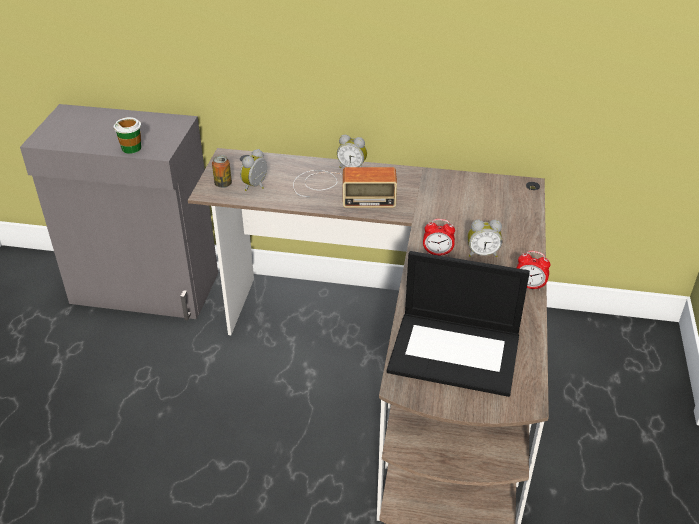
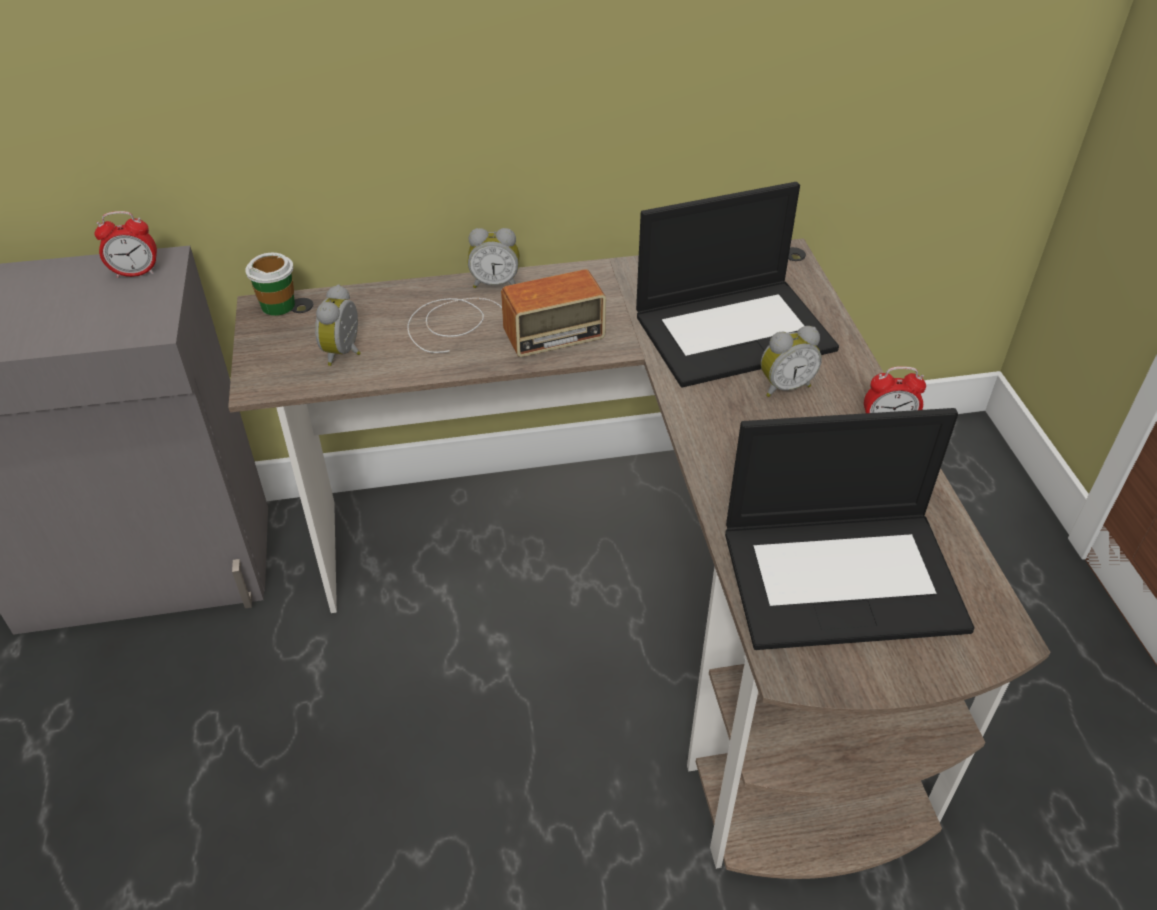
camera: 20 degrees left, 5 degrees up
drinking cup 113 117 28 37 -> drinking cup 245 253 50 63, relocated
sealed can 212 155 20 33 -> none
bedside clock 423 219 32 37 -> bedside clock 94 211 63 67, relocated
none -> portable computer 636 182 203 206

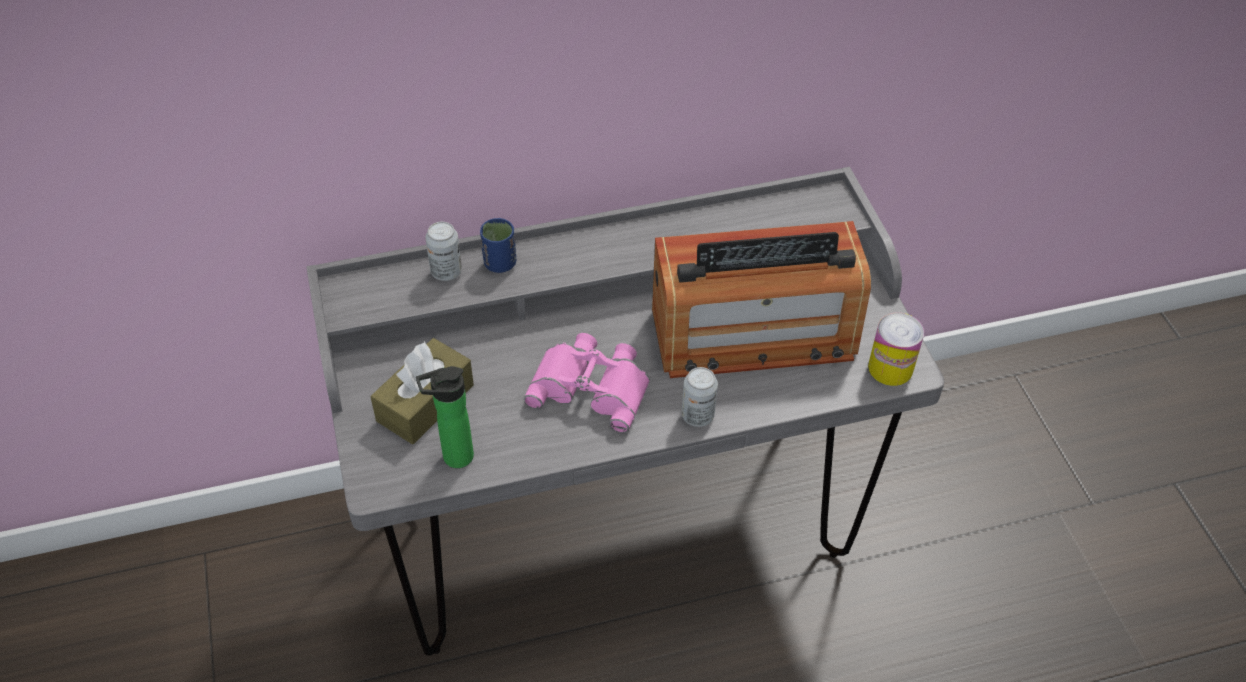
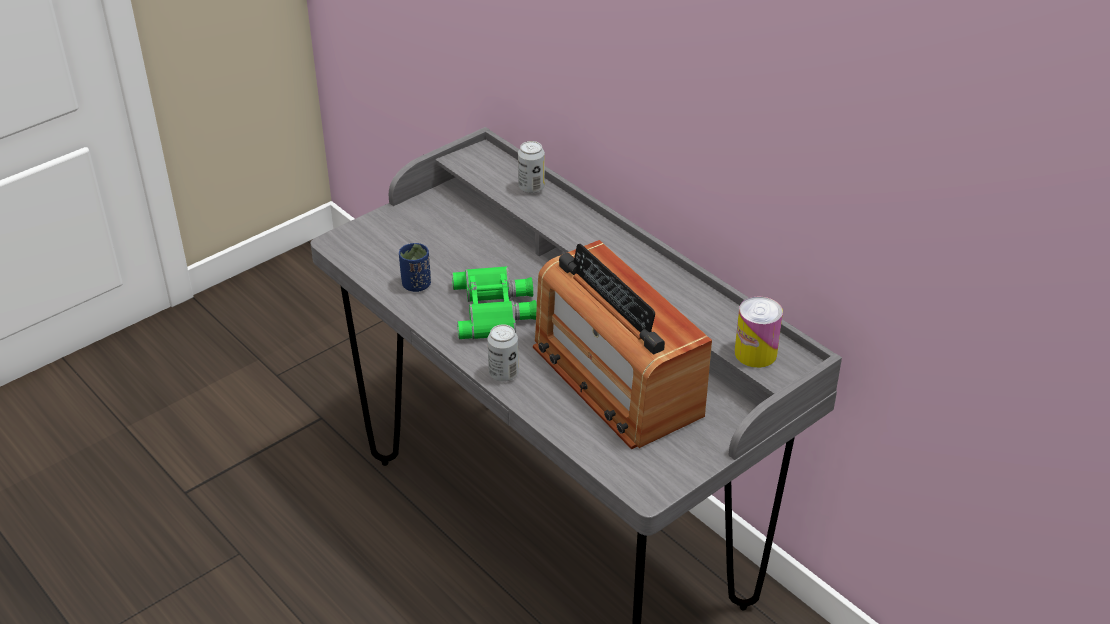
camera: 65 degrees right, 10 degrees down
blue-coloured drinking cup 480 218 36 55 -> blue-coloured drinking cup 399 243 32 49, relocated
sealed can 868 313 56 73 -> sealed can 735 297 48 71, relocated
pink pair of binoculars 524 333 126 100 -> green-coloured pair of binoculars 452 266 85 73
brownish tissue box 370 338 104 106 -> none
drink bottle 416 366 58 102 -> none

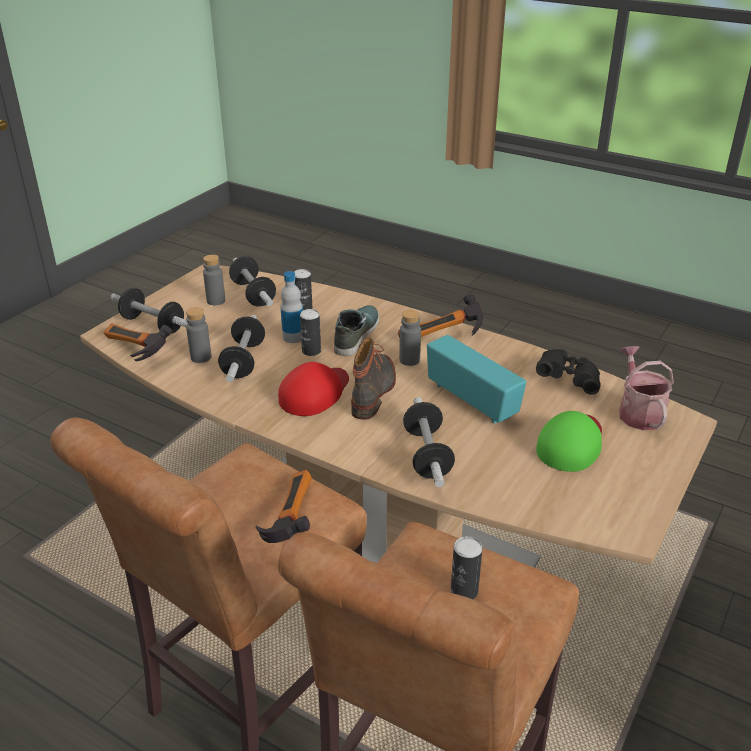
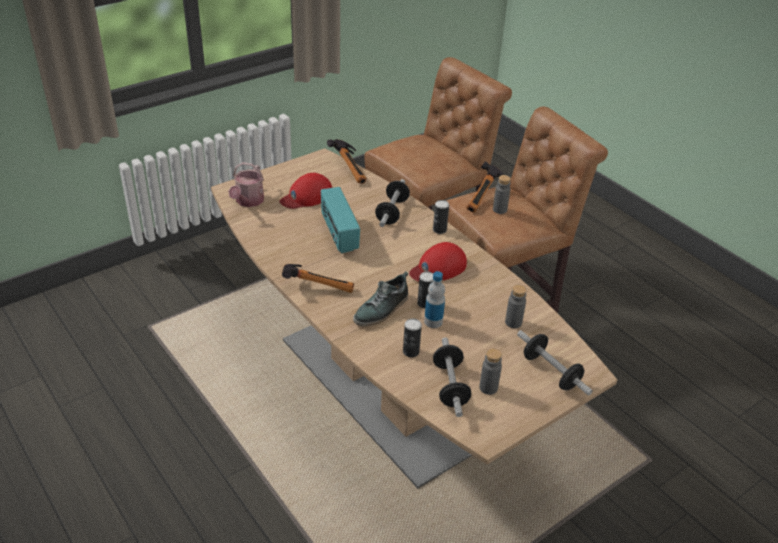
camera: 160 degrees left, 5 degrees up
gray drink bottle 399 310 22 56 -> gray drink bottle 493 175 18 39, relocated
dumbbell 218 315 47 67 -> none
hammer 104 323 68 38 -> hammer 327 139 40 45, relocated
tall boot 351 338 45 82 -> none
blackish pair of binoculars 536 349 65 46 -> none
green-coloured baseball cap 536 411 66 61 -> red-coloured baseball cap 279 173 53 36
sealed can 451 536 31 63 -> sealed can 433 200 16 34, relocated

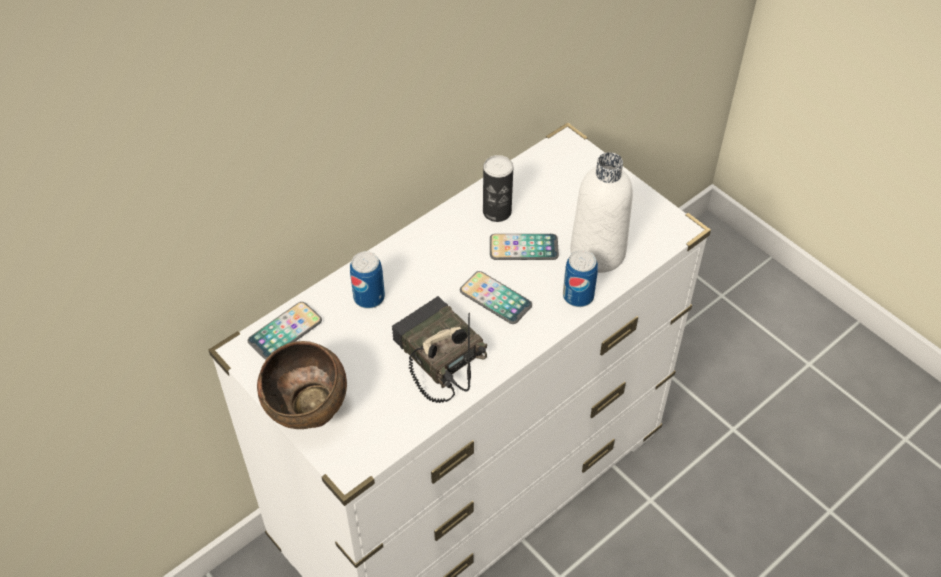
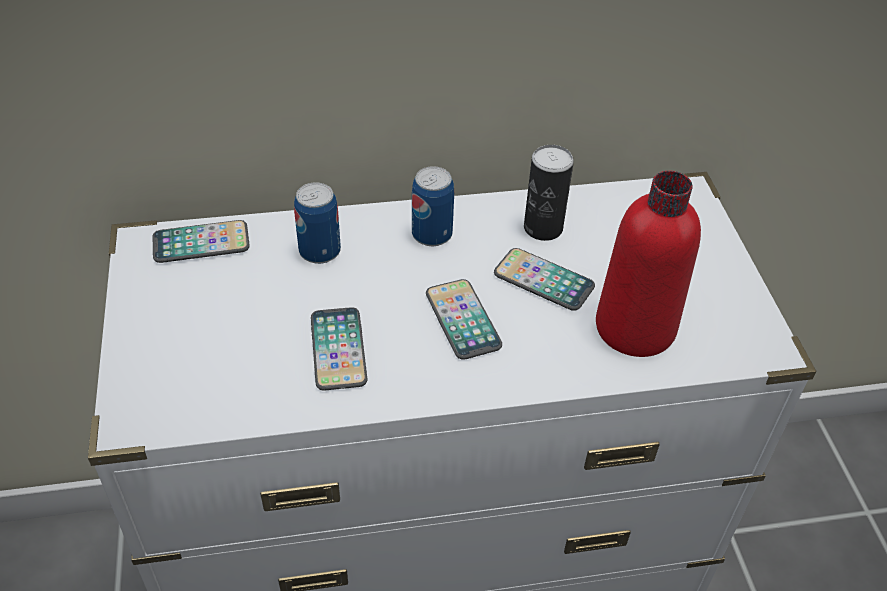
camera: 30 degrees right, 5 degrees down
white-coloured drink bottle 570 152 63 121 -> red-coloured drink bottle 596 171 105 186
sealed can 563 250 35 57 -> sealed can 412 166 42 80, relocated
radio receiver 392 296 95 107 -> telephone 311 307 56 83
brownish deep dish 257 341 90 88 -> none

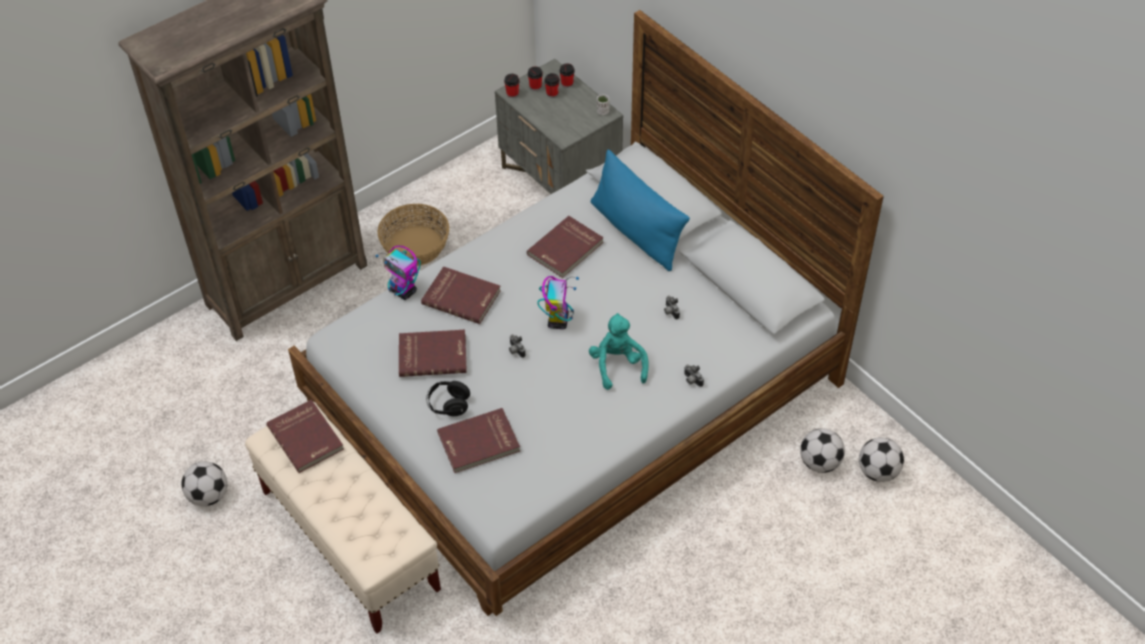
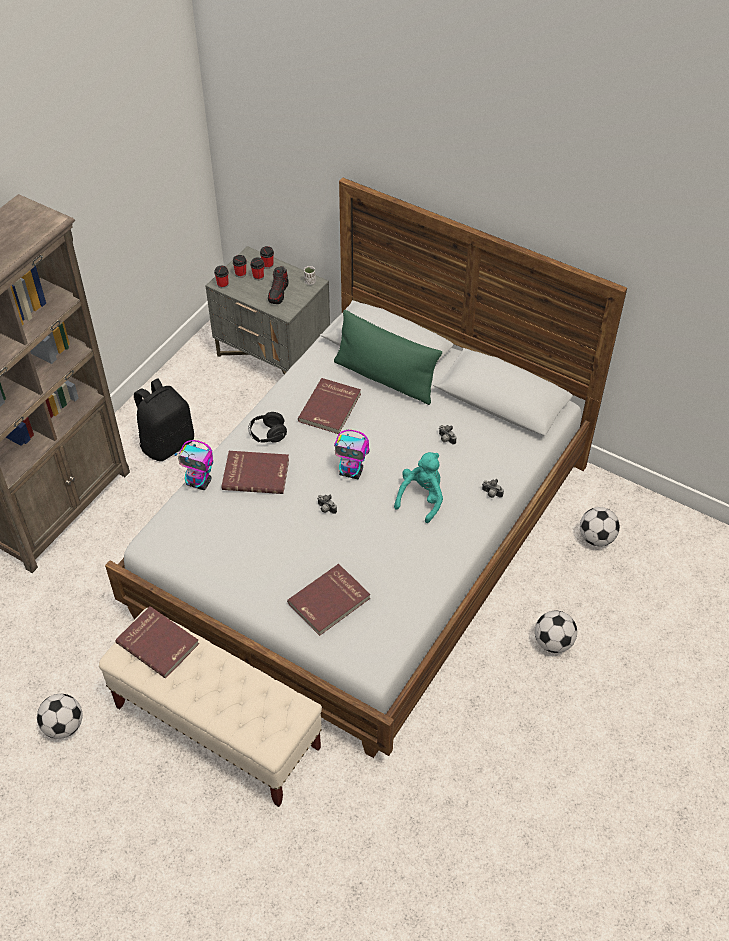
camera: 20 degrees left, 0 degrees up
blue-coloured throw pillow 591 150 99 121 -> green-coloured throw pillow 334 310 108 95
storage basket 378 204 71 62 -> blackish rucksack 134 378 60 83
robot figure 537 276 42 53 -> robot figure 334 430 36 49, 120 degrees clockwise
turquoise plush toy 589 313 60 77 -> turquoise plush toy 394 452 49 71, 60 degrees clockwise
red-coloured bound book 399 330 68 47 -> none
blackish headphones 426 381 44 35 -> blackish headphones 248 412 39 31, relocated
ball for football 859 437 45 45 -> ball for football 535 611 42 42, relocated
none -> item of footwear 268 266 21 38

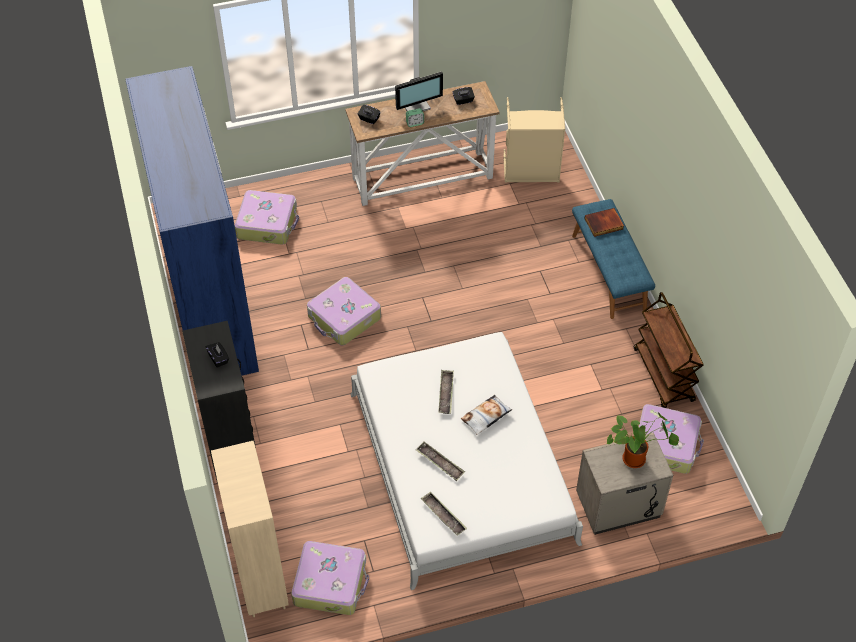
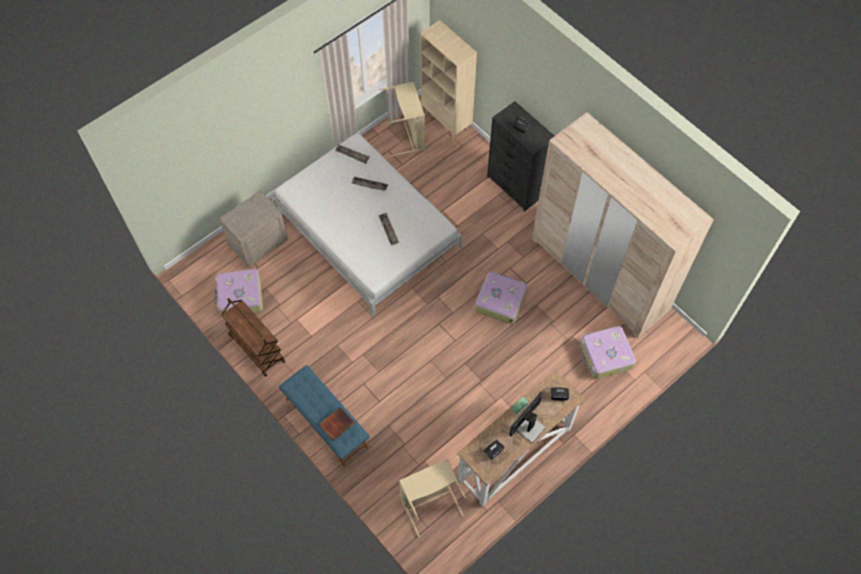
camera: 155 degrees right, 10 degrees up
blue-coloured armoire 126 66 133 310 -> beige-coloured armoire 532 112 182 226
throw pillow 461 395 51 40 -> none
potted plant 607 412 72 56 -> none
travel case 291 541 78 74 -> beige-coloured hamper 379 82 46 74

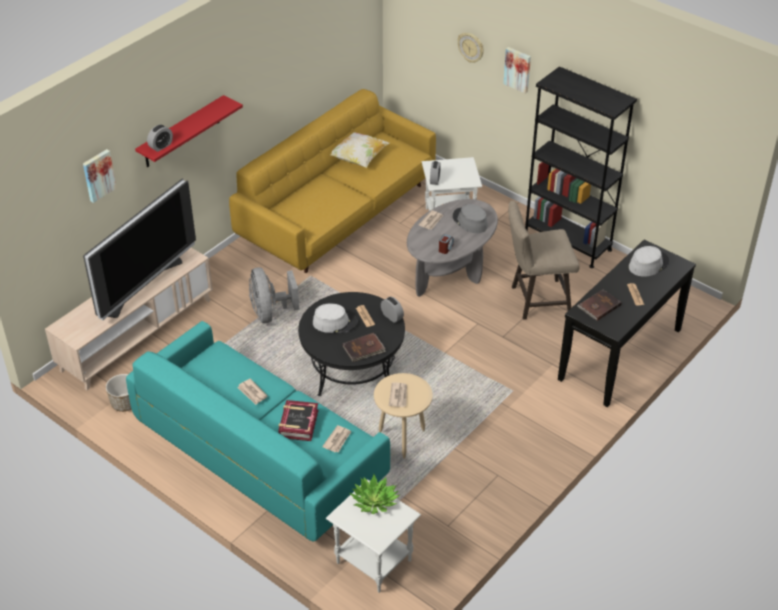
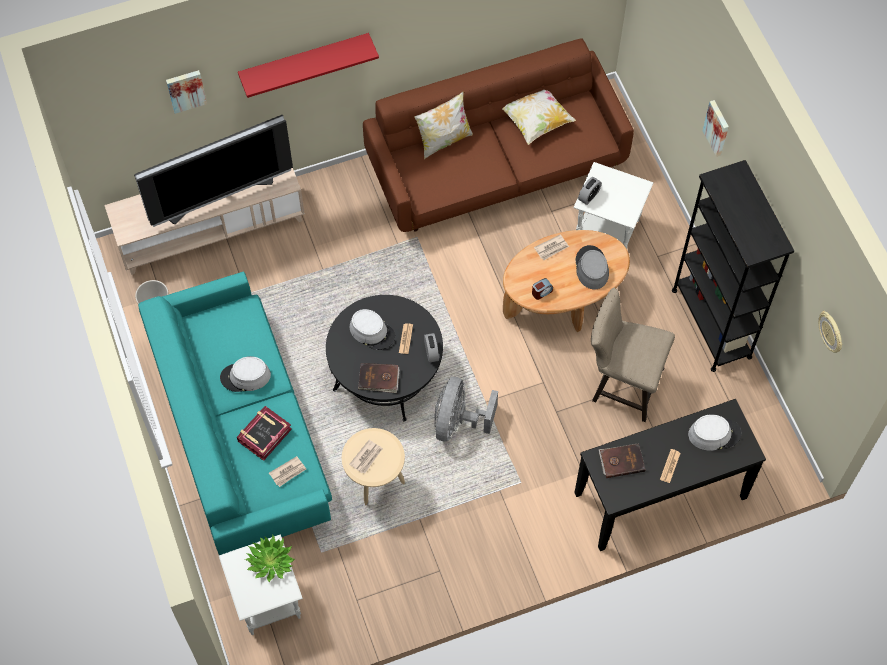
camera: 30 degrees right, 20 degrees up
wall clock 457 33 27 30 -> wall clock 818 311 24 42, relocated
yellowish settee 229 89 207 184 -> brownish settee 363 38 271 194
bedside clock 147 125 26 27 -> none
gray low table 407 199 91 98 -> brownish low table 503 230 127 102
gray fan 249 267 50 56 -> gray fan 435 377 63 65, relocated
newspaper 237 378 30 27 -> gray clothing hat 220 356 51 36
none -> throw pillow 414 92 59 67

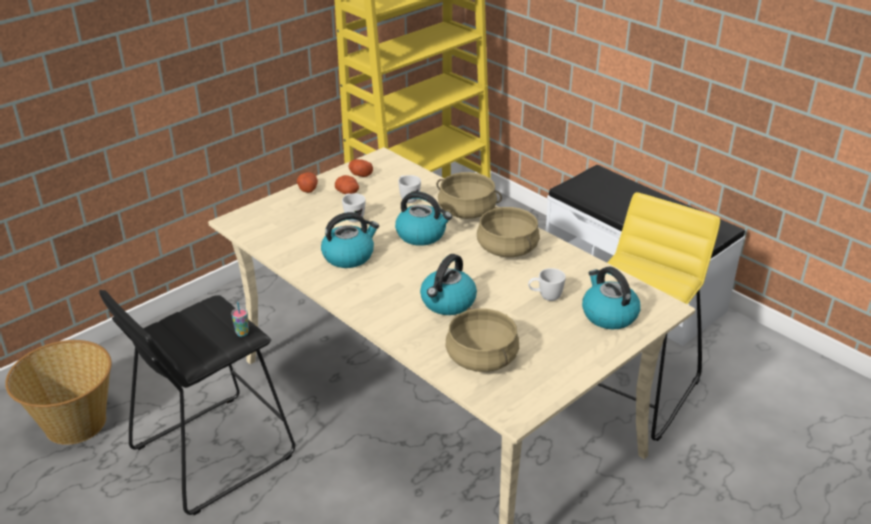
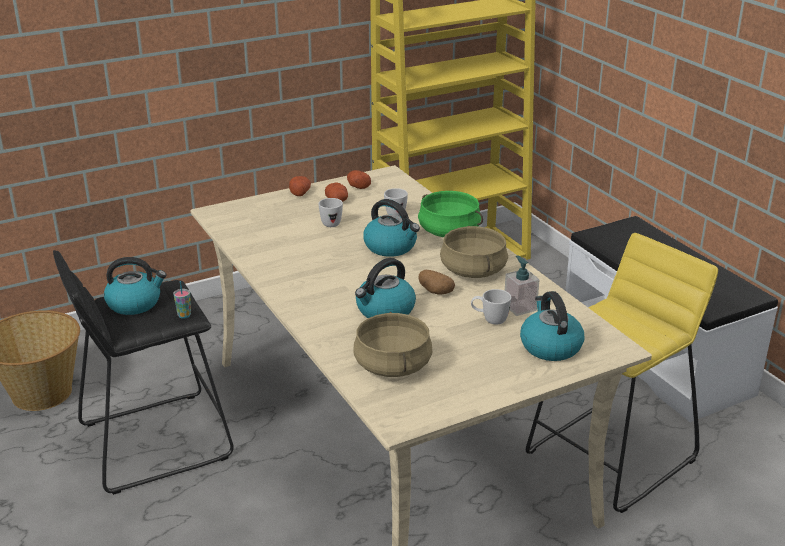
camera: 15 degrees right, 5 degrees down
beige-coloured cooking pot 436 172 66 47 -> green-coloured cooking pot 418 191 65 46
kettle 321 212 58 56 -> kettle 104 257 63 58, relocated
none -> soap dispenser 505 255 34 61
none -> spud 418 270 37 25

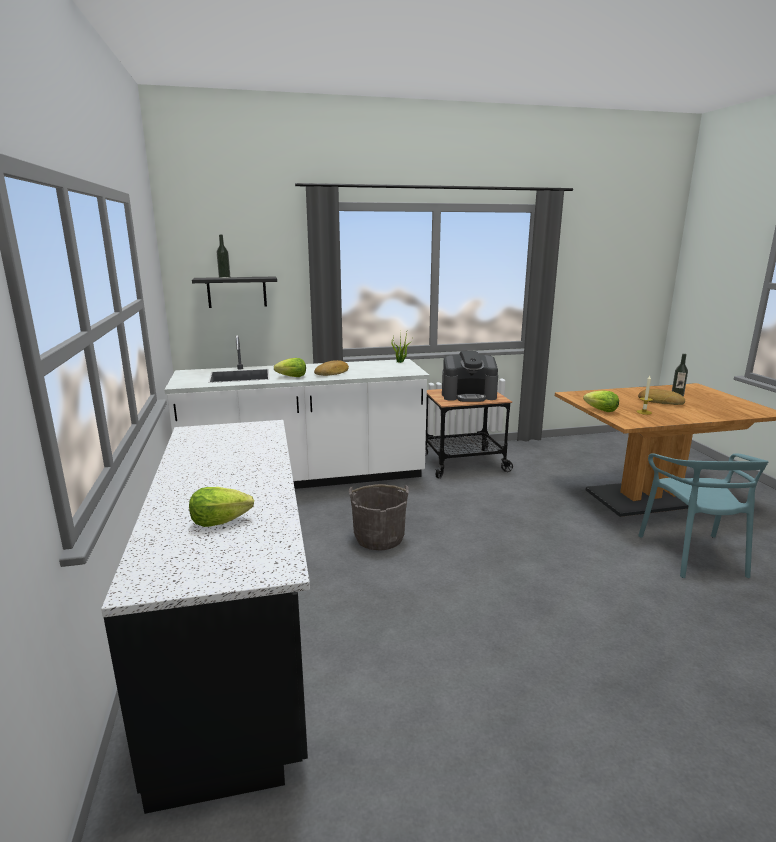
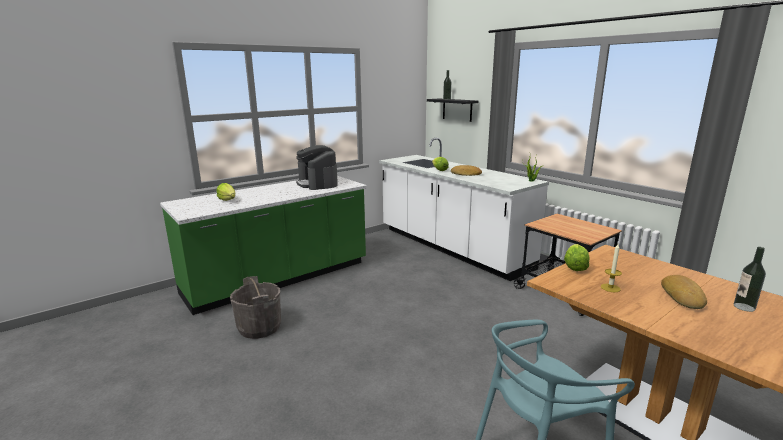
camera: 65 degrees right, 0 degrees up
coffee brewer 442 351 56 51 -> coffee brewer 296 145 42 45, relocated
blackish kitchen counter 101 420 209 394 -> green-coloured kitchen counter 160 176 207 139
gray water bucket 349 484 60 66 -> gray water bucket 230 276 51 63, relocated

